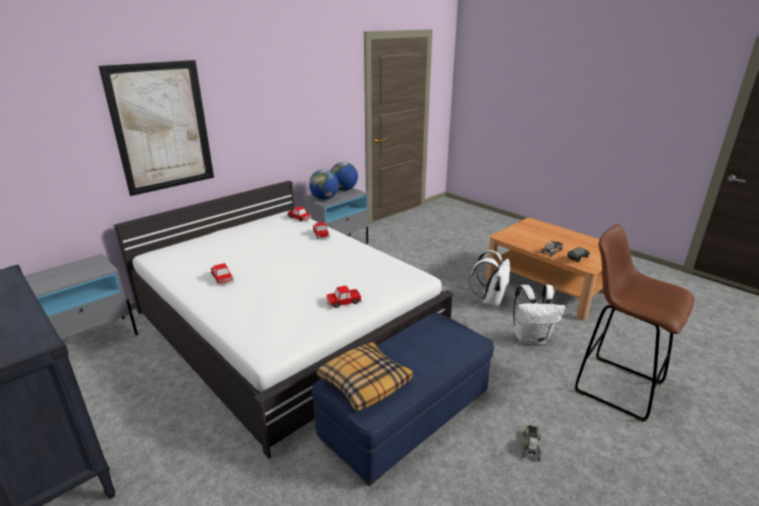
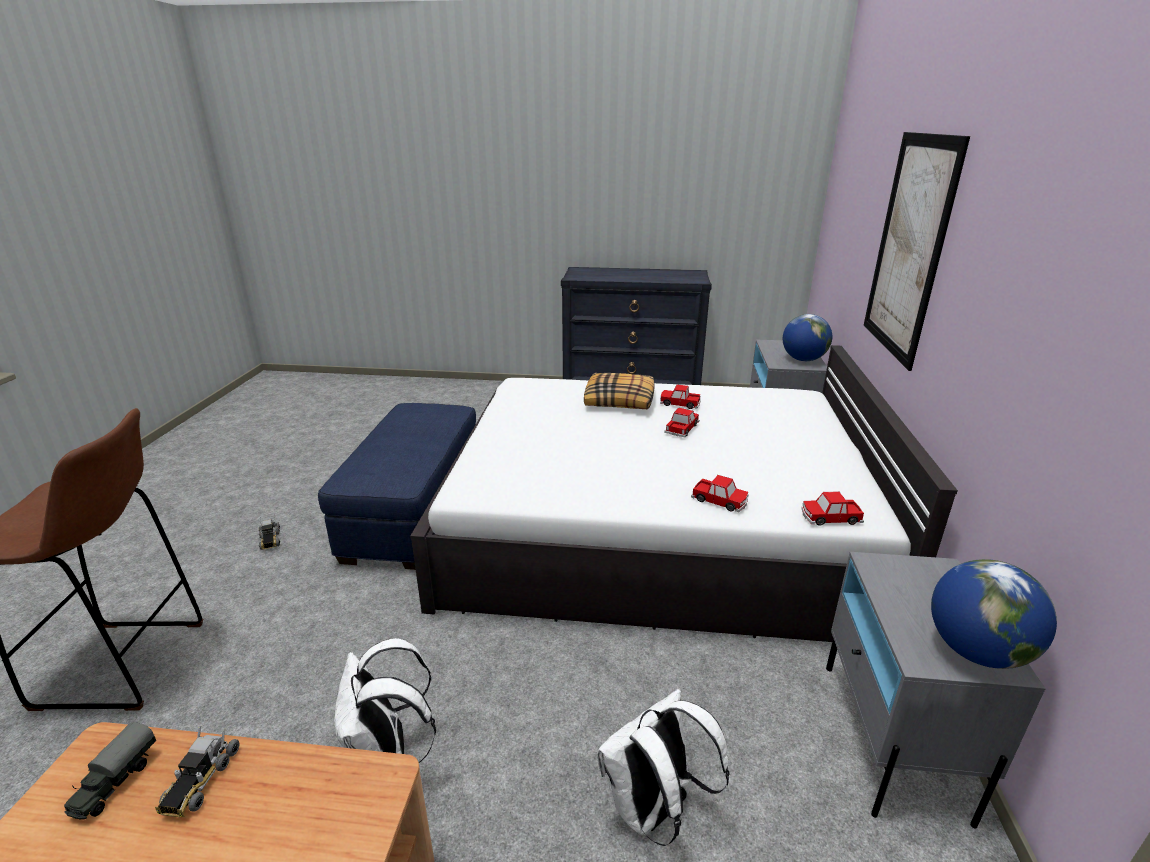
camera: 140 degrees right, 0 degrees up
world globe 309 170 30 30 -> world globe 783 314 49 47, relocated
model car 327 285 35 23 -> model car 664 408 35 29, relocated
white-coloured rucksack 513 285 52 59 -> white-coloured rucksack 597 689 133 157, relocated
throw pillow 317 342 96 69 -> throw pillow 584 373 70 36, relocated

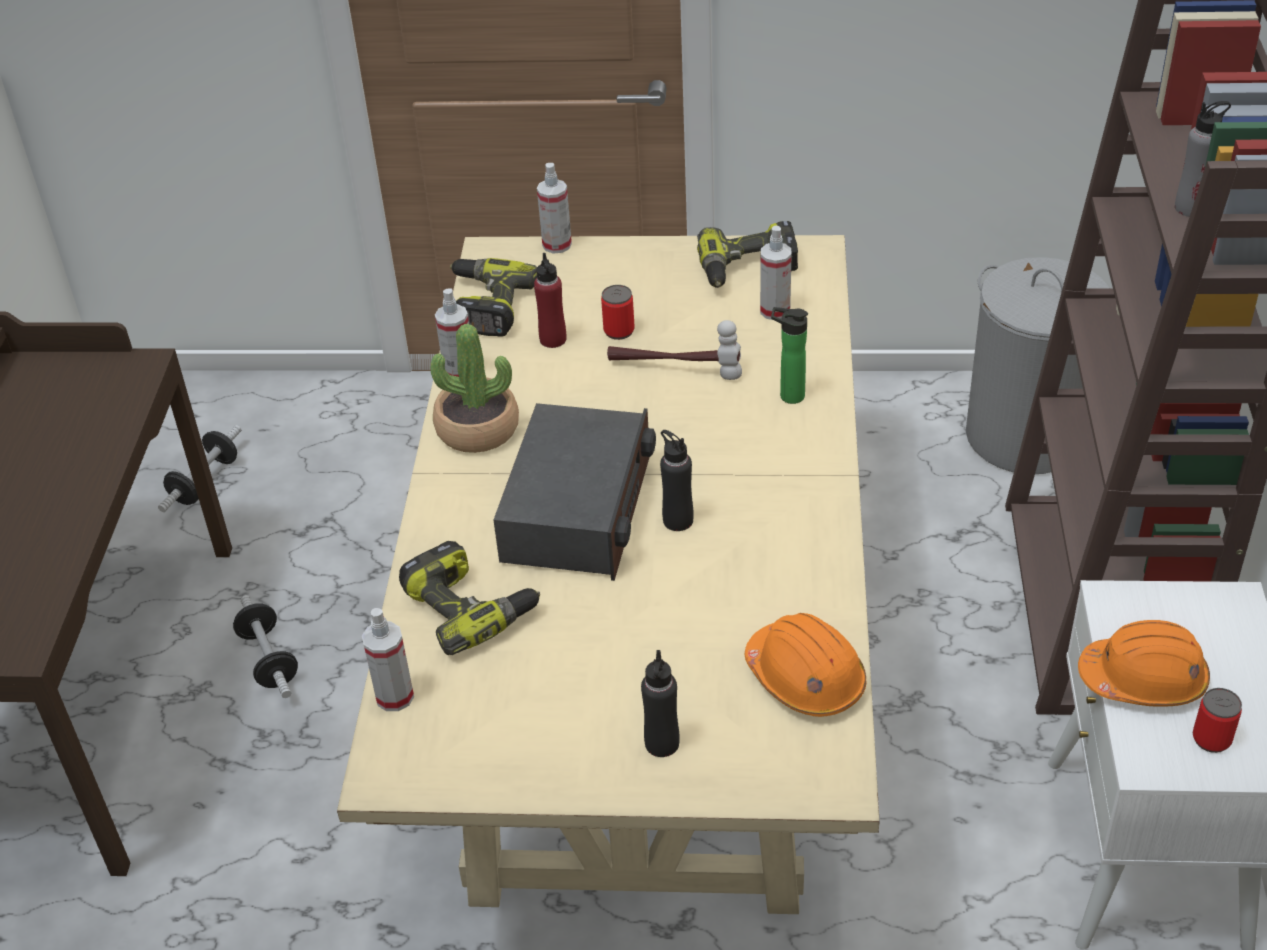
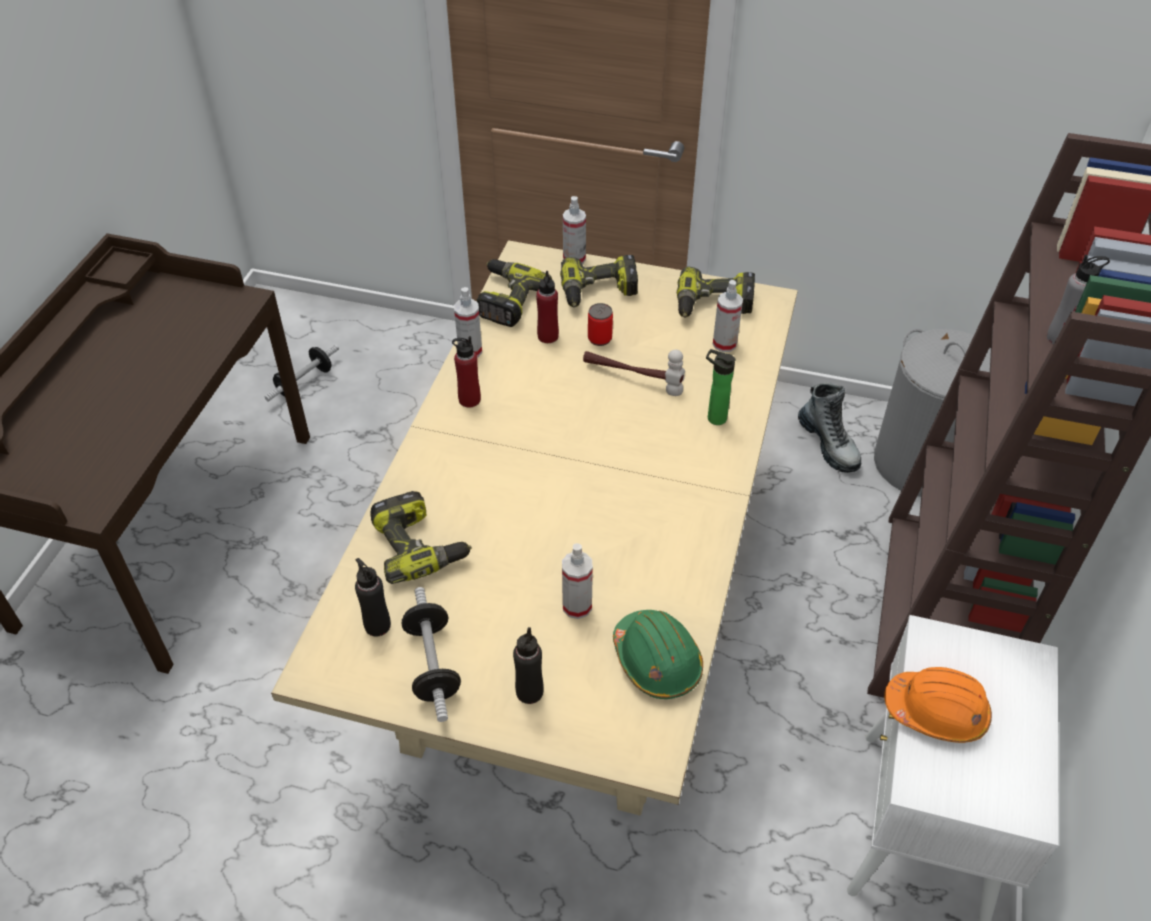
camera: 10 degrees right, 5 degrees up
potted plant 430 324 89 129 -> red-coloured drink bottle 452 336 29 71
radio receiver 493 403 163 178 -> none
blackish drink bottle 660 430 34 101 -> blackish drink bottle 355 558 36 78, relocated
dumbbell 233 595 65 103 -> dumbbell 402 587 59 135, relocated
sprayer 362 608 52 103 -> sprayer 562 543 31 76, relocated
orange safety helmet 745 613 121 104 -> green-coloured safety helmet 613 610 90 89
sealed can 1193 688 49 65 -> none
none -> drill 560 255 78 52
none -> tall boot 798 382 63 91

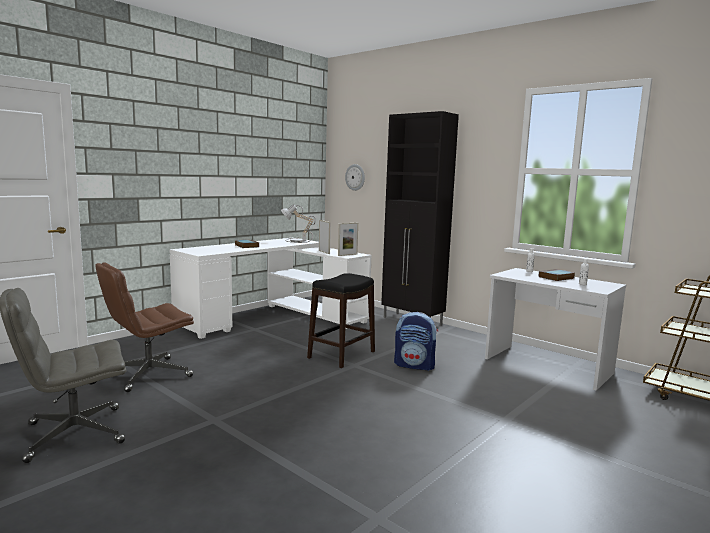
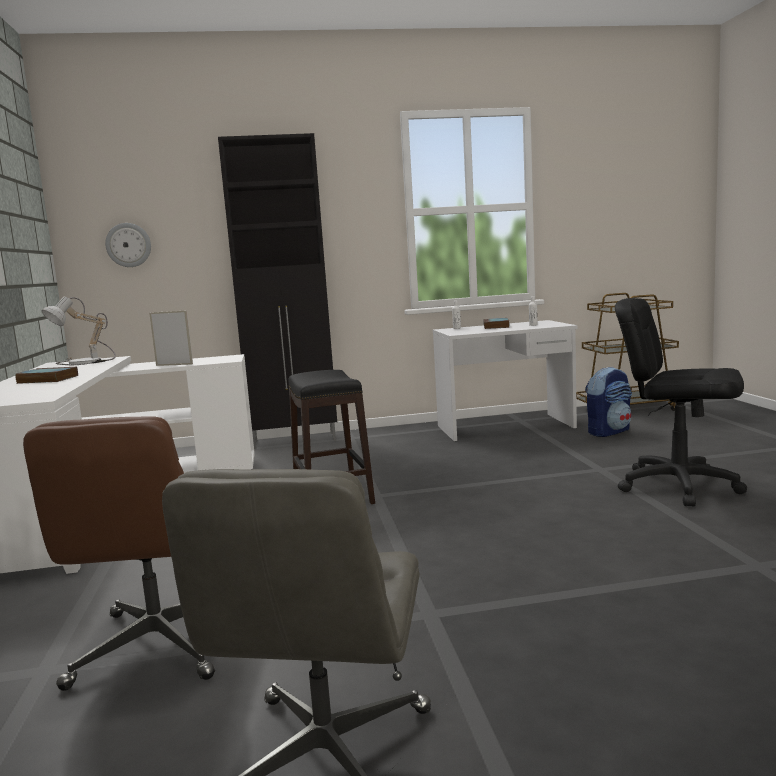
camera: 50 degrees left, 0 degrees up
picture frame 338 223 20 33 -> none
rucksack 394 312 44 59 -> rucksack 585 367 47 70, relocated
none -> blackish computer chair 615 298 132 208

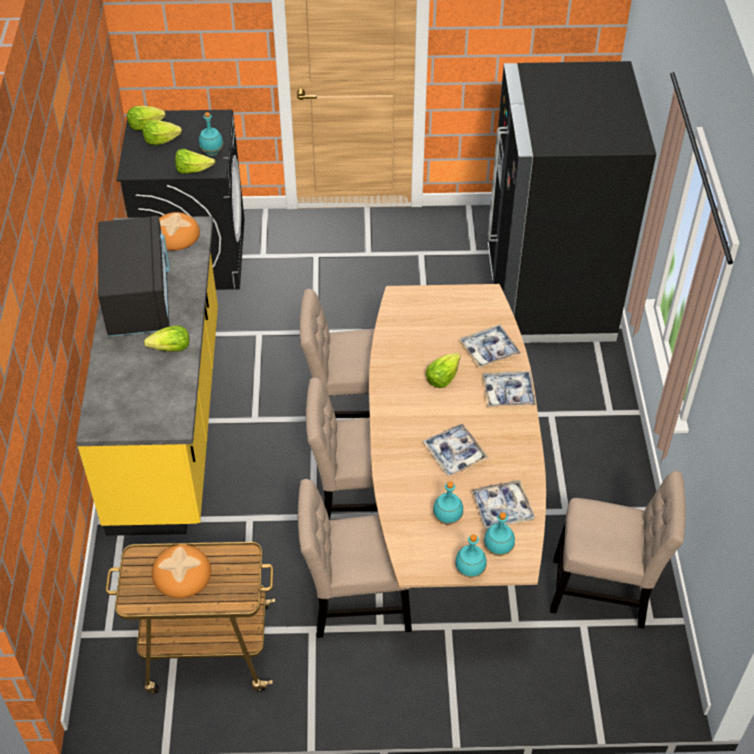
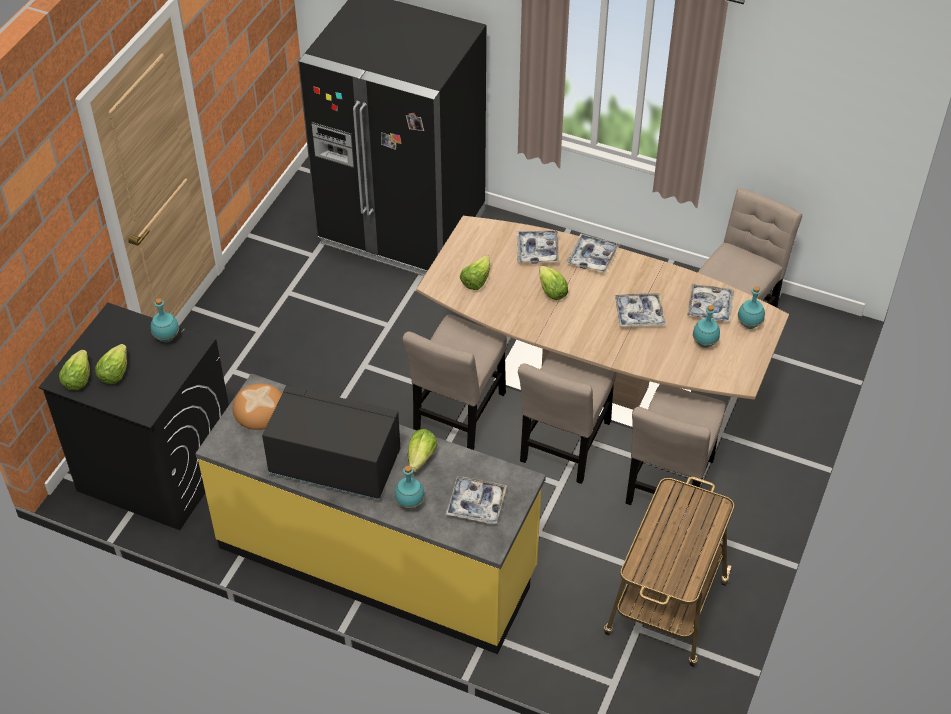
camera: 65 degrees left, 0 degrees up
lettuce 175 149 41 25 -> lettuce 460 255 30 35, relocated
turquoise drink bottle 455 534 32 44 -> turquoise drink bottle 394 466 31 43, relocated
bakery bread 152 544 59 54 -> none
none -> carrying tray 445 476 62 48

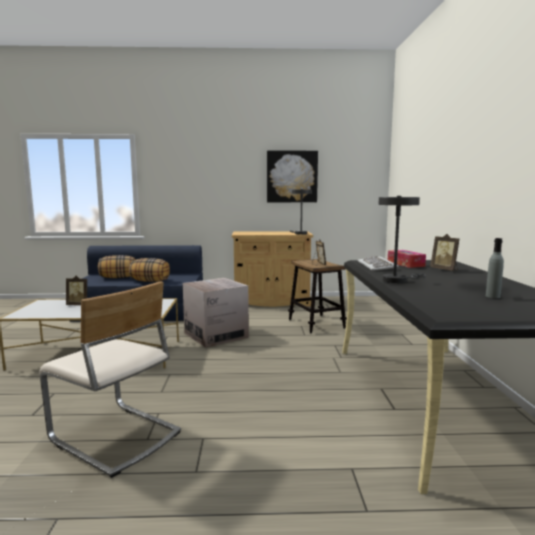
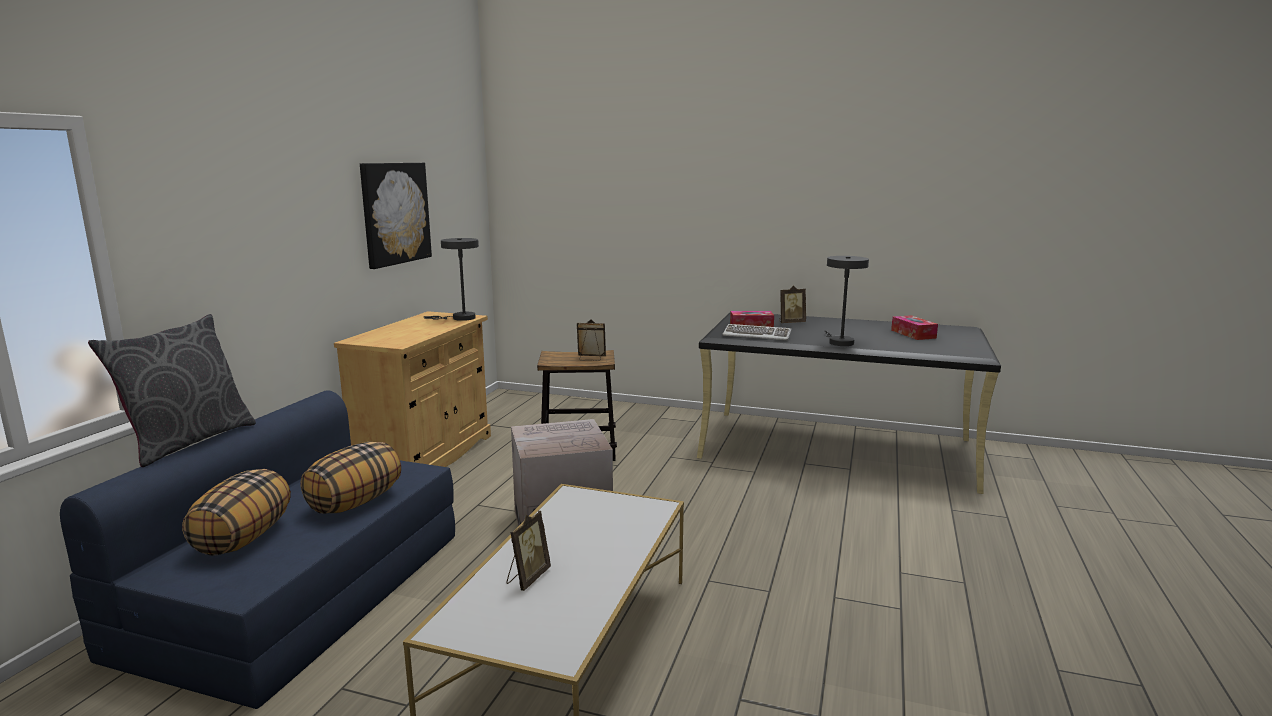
camera: 70 degrees left, 5 degrees up
gray drink bottle 486 238 18 60 -> tissue box 891 315 47 25
beige-coloured upright chair 39 281 142 197 -> none
none -> gray throw pillow 88 314 168 153

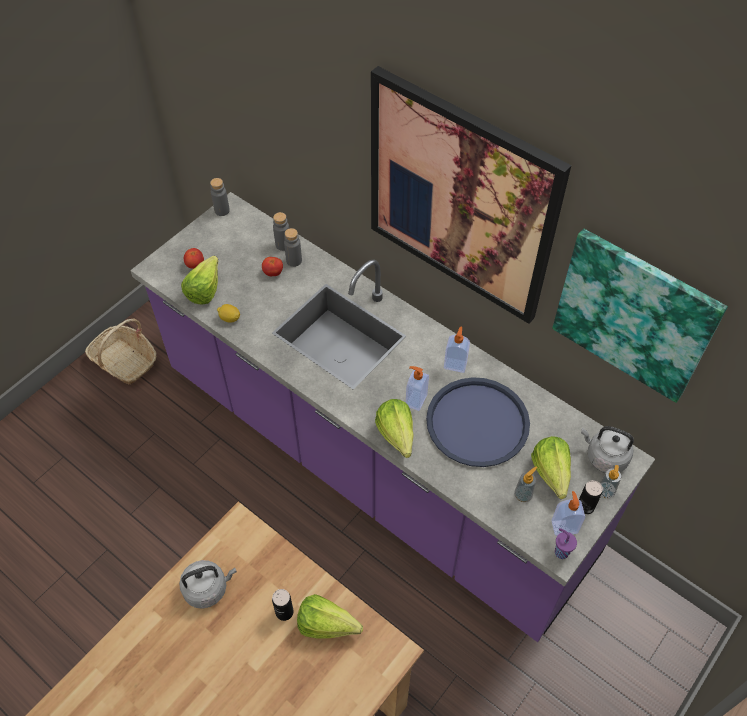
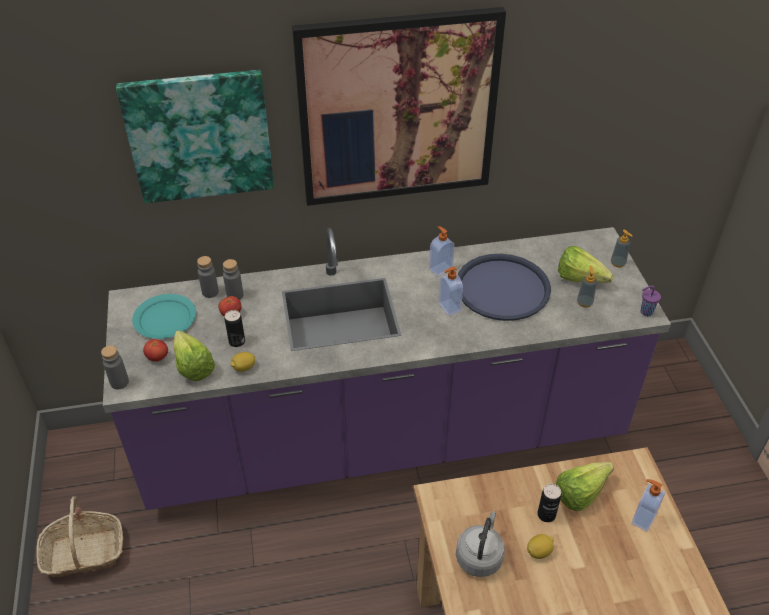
camera: 50 degrees left, 10 degrees down
gray drink bottle 210 178 20 38 -> gray drink bottle 101 345 28 44, relocated
picture 552 228 176 175 -> picture 116 70 158 133, relocated
lettuce 375 399 39 59 -> none
gray kettle 581 426 53 47 -> none
sealed can 579 480 24 34 -> sealed can 224 310 21 37, relocated
soap dispenser 551 491 34 45 -> soap dispenser 631 479 34 53, relocated
none -> turquoise flat dish 132 294 64 45
none -> citrus fruit 527 534 27 25

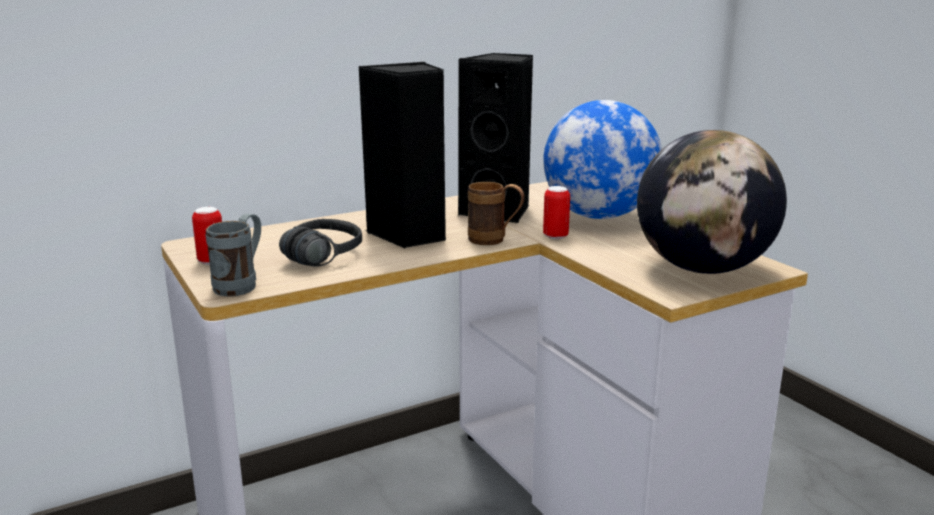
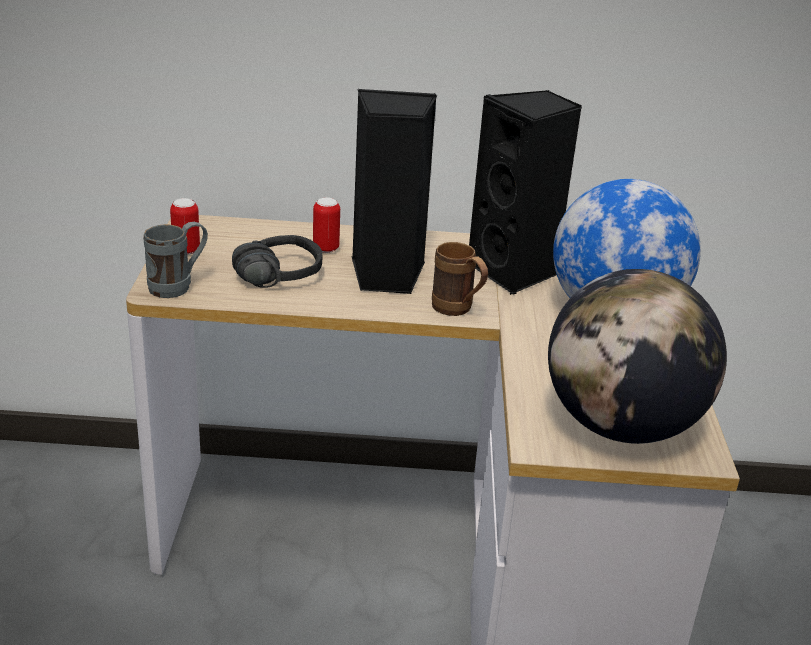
camera: 30 degrees right, 10 degrees up
sealed can 543 186 27 53 -> sealed can 313 198 27 55, relocated

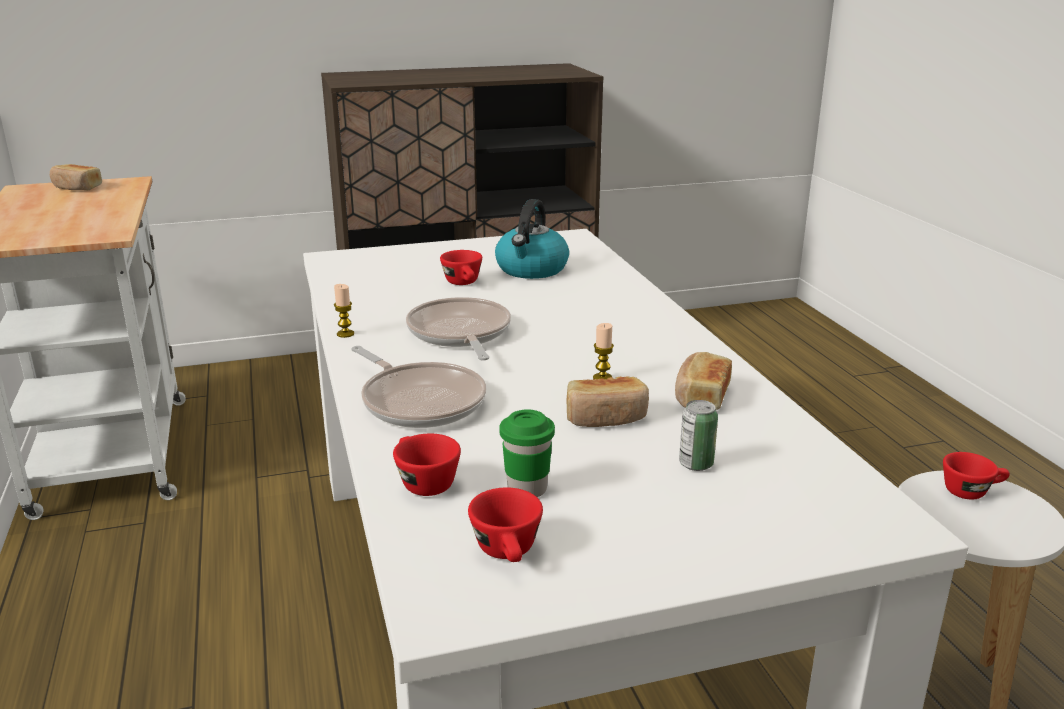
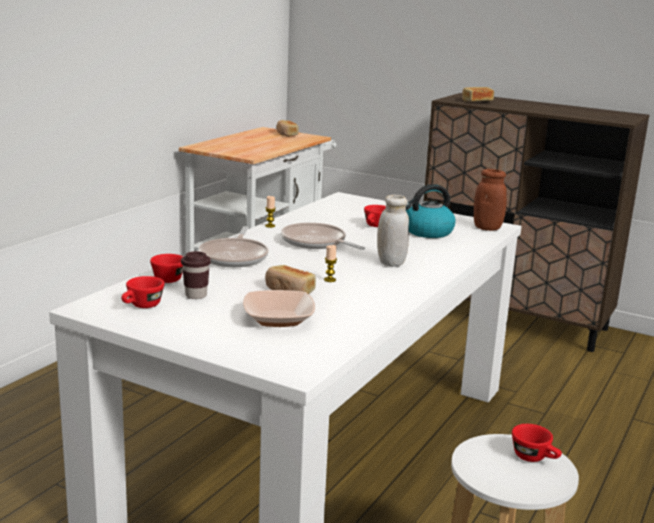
camera: 45 degrees right, 5 degrees down
frying pan 406 297 105 63 -> frying pan 281 223 84 27, 75 degrees counterclockwise
bakery bread 675 352 57 58 -> bakery bread 462 87 32 14, relocated
sealed can 679 400 39 71 -> deep dish 243 290 72 37
green-coloured drinking cup 499 409 56 88 -> brownish drinking cup 181 251 30 48
none -> brownish storage jar 474 169 33 62
none -> white-coloured storage jar 377 195 32 72

